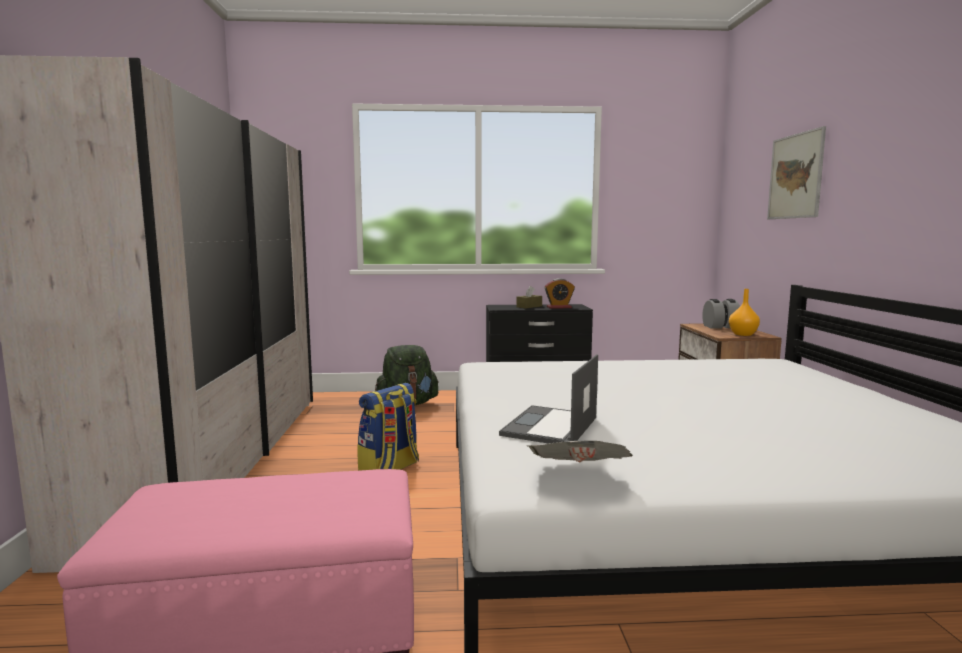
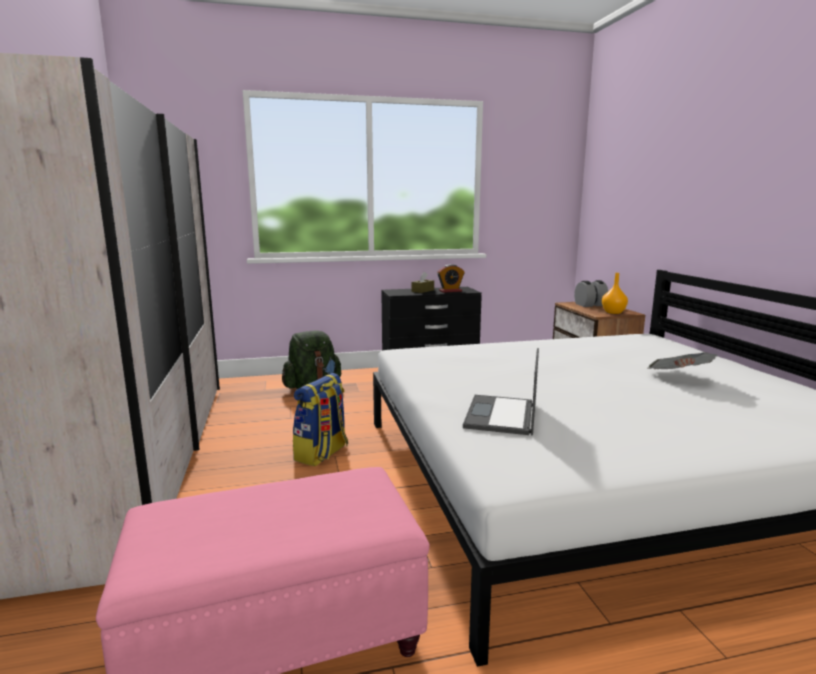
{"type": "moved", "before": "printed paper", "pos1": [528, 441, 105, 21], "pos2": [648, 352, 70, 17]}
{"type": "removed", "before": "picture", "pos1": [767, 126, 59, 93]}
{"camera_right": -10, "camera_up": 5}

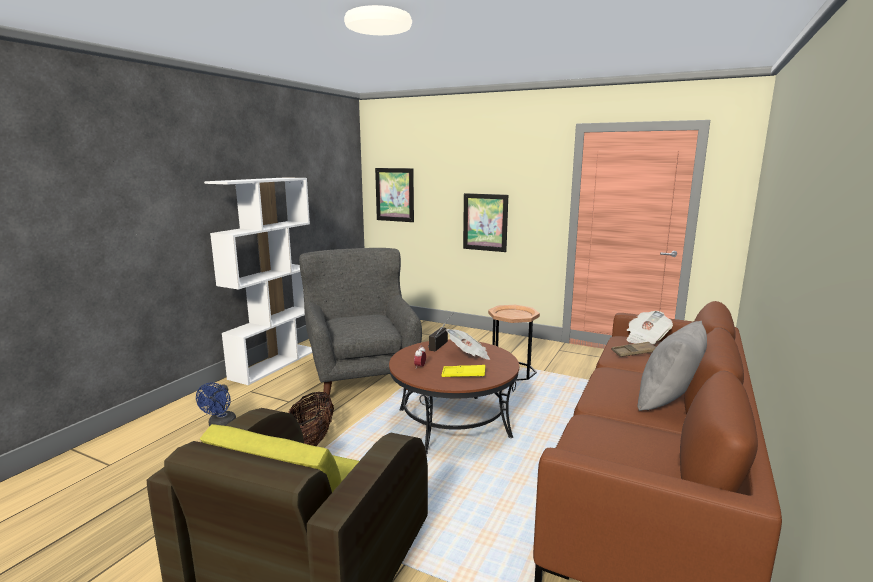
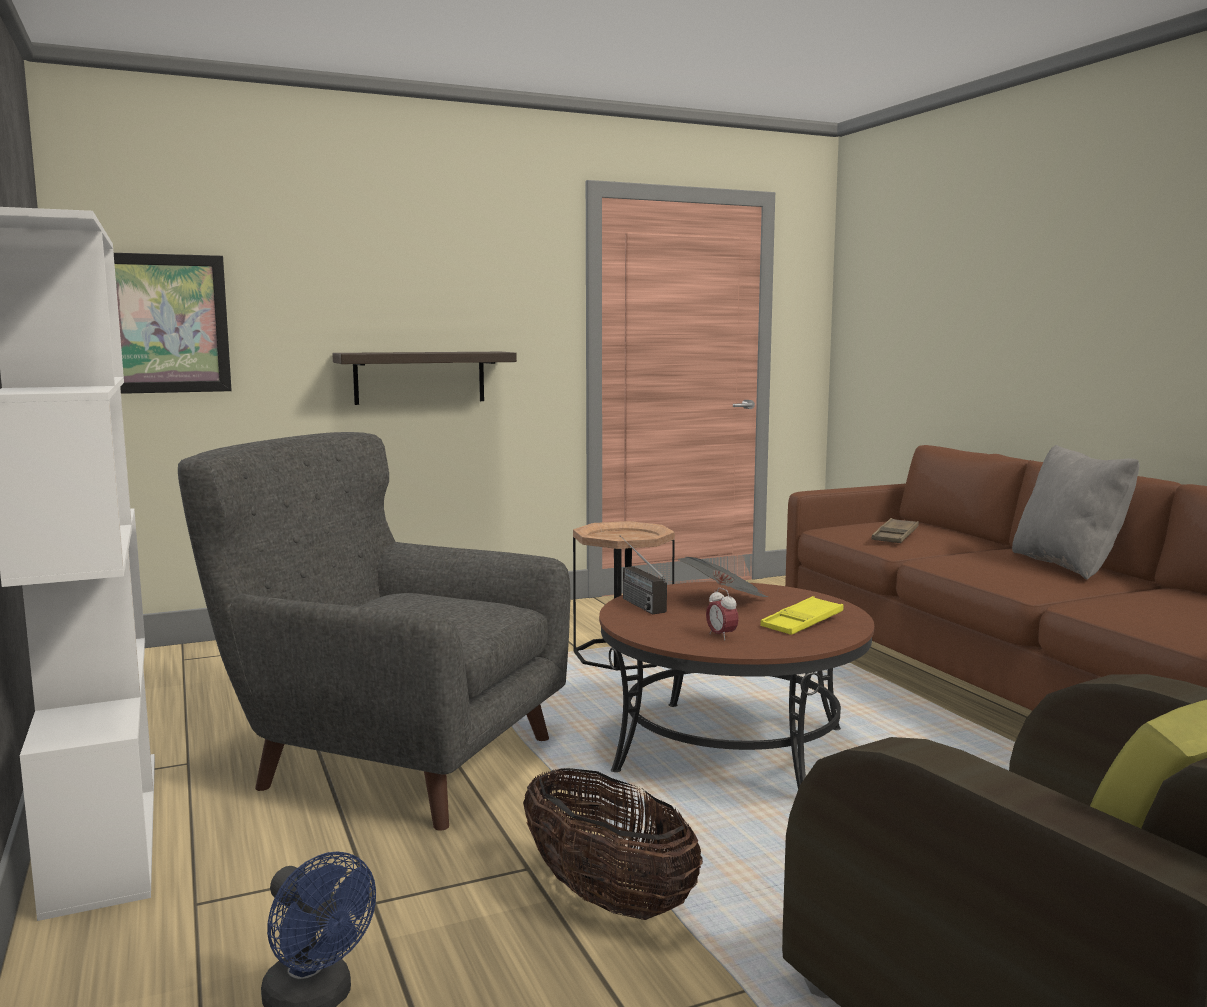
{"type": "replaced", "before": "picture", "after": "wall shelf", "pos1": [463, 193, 45, 59], "pos2": [332, 352, 185, 53]}
{"type": "removed", "before": "printed paper", "pos1": [627, 311, 46, 33]}
{"camera_right": -50, "camera_up": -5}

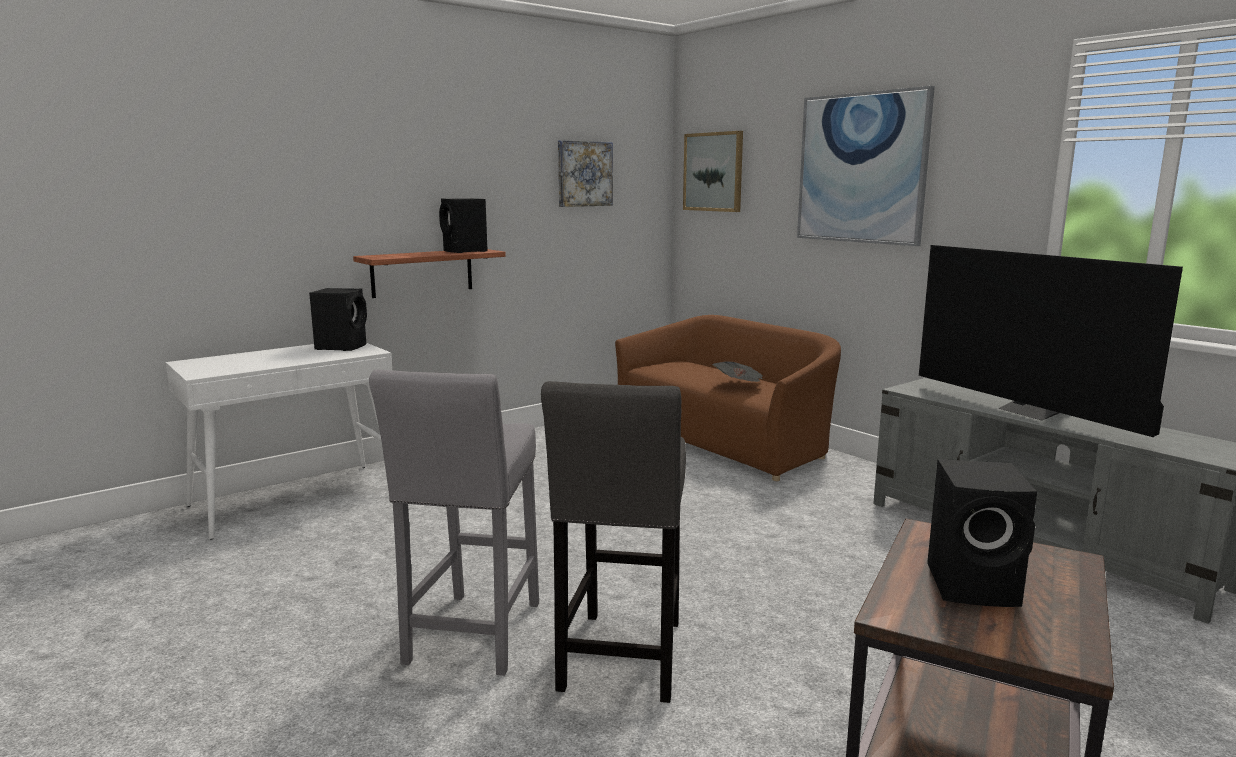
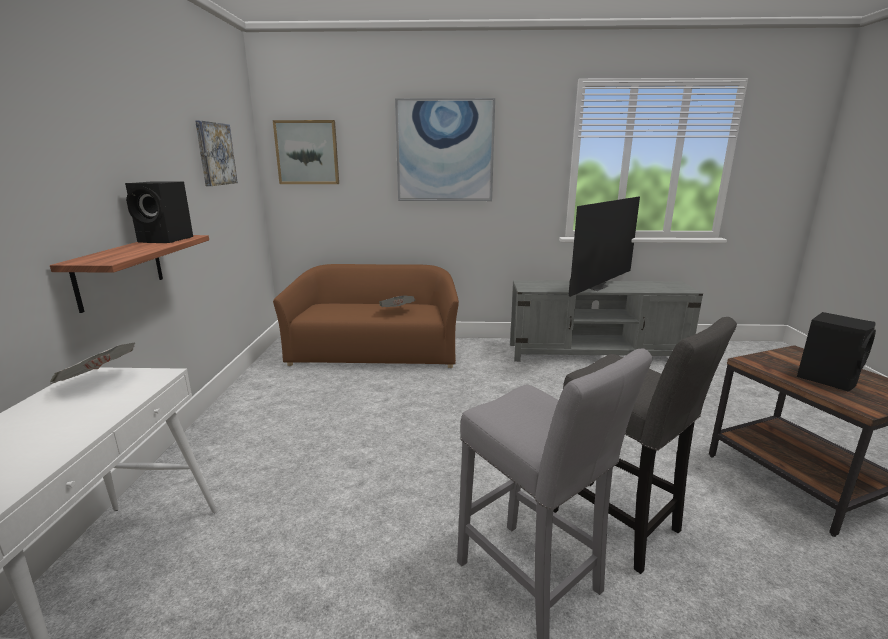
{"type": "replaced", "before": "speaker (blackish)", "after": "printed paper", "pos1": [309, 288, 58, 63], "pos2": [50, 343, 85, 41]}
{"type": "turned", "before": "TV", "pos1": [919, 245, 264, 192], "pos2": [569, 196, 71, 101], "turn": -60}
{"camera_right": -50, "camera_up": 5}

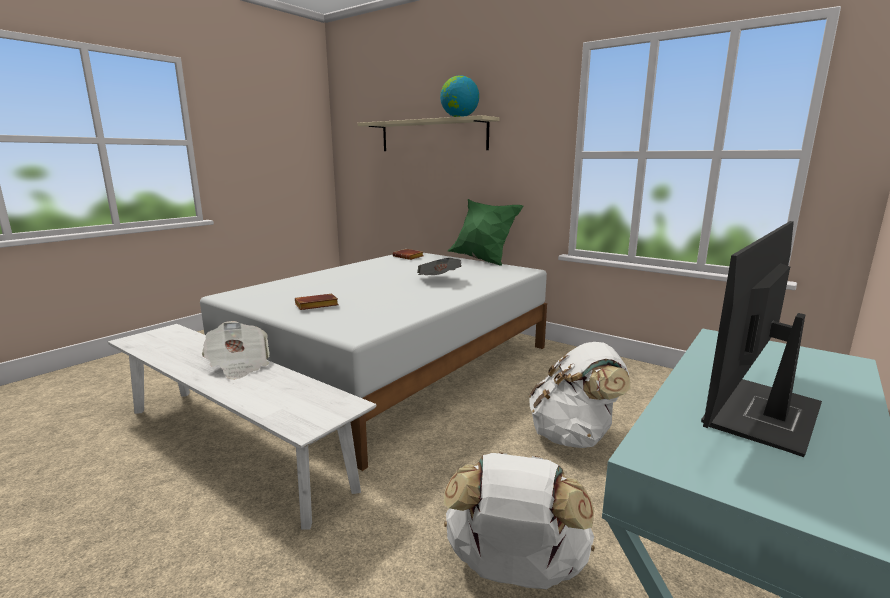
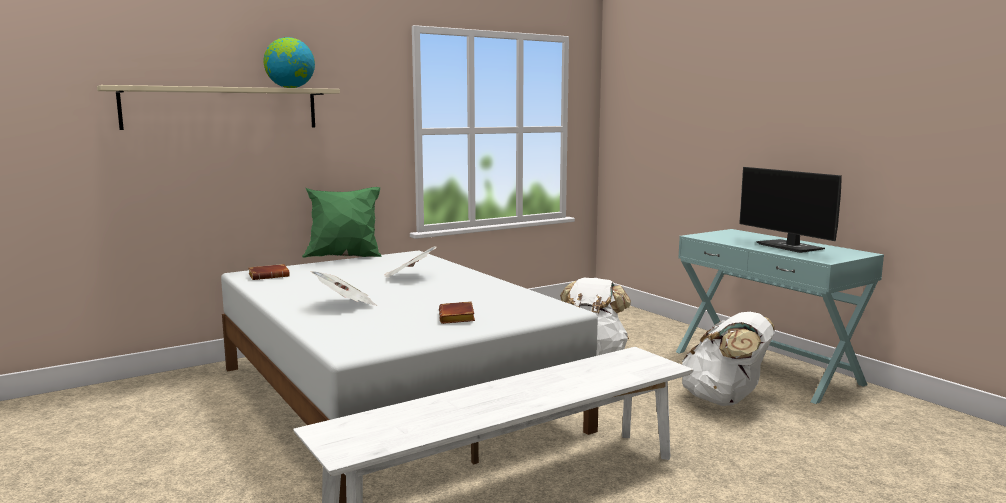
{"type": "moved", "before": "printed paper", "pos1": [202, 321, 67, 59], "pos2": [310, 271, 68, 35]}
{"camera_right": -70, "camera_up": -5}

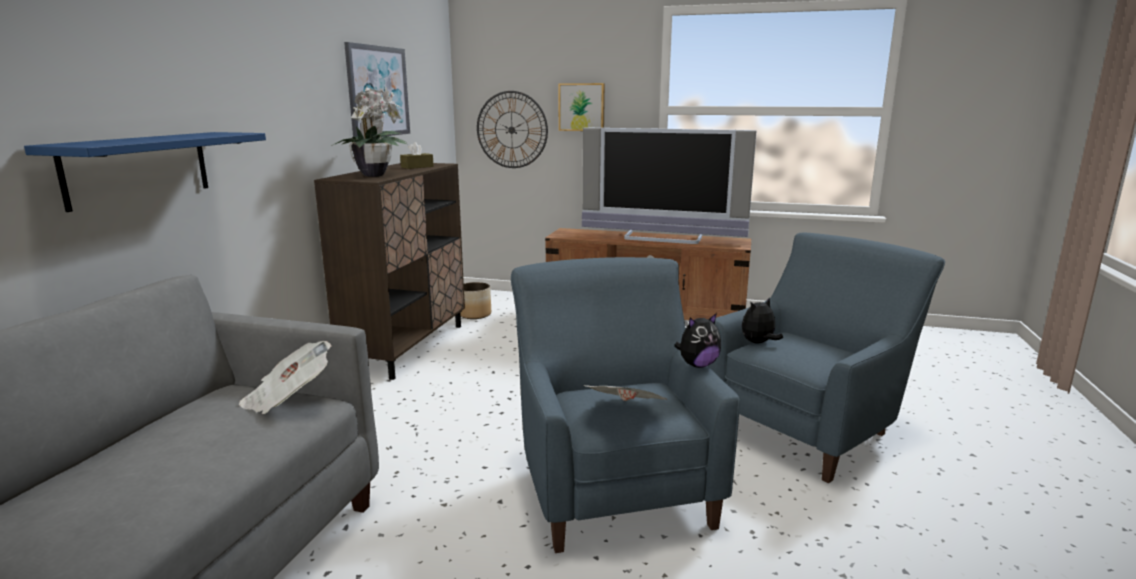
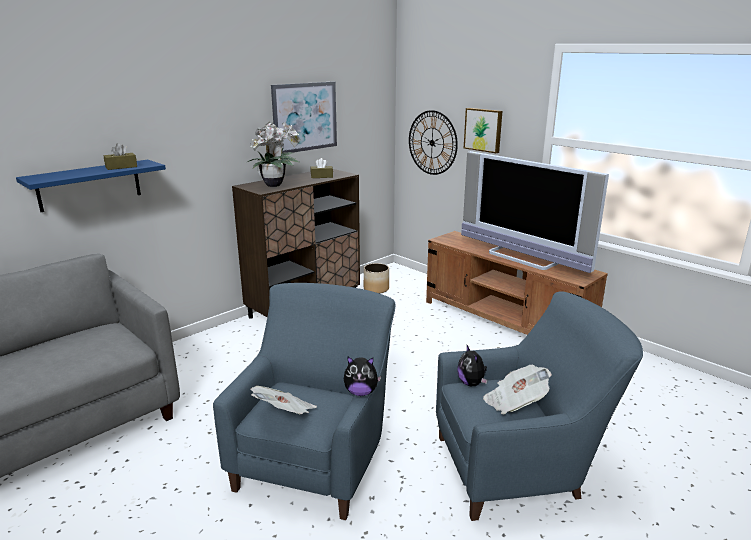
{"type": "moved", "before": "printed paper", "pos1": [239, 341, 93, 73], "pos2": [483, 365, 69, 50]}
{"type": "turned", "before": "cuddly toy", "pos1": [742, 298, 41, 45], "pos2": [457, 345, 31, 41], "turn": -105}
{"type": "added", "after": "tissue holder (brownish)", "pos2": [104, 143, 33, 27]}
{"camera_right": 30, "camera_up": 5}

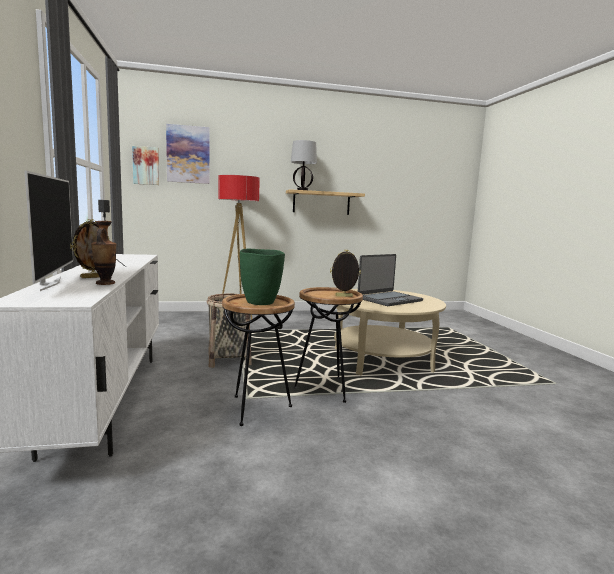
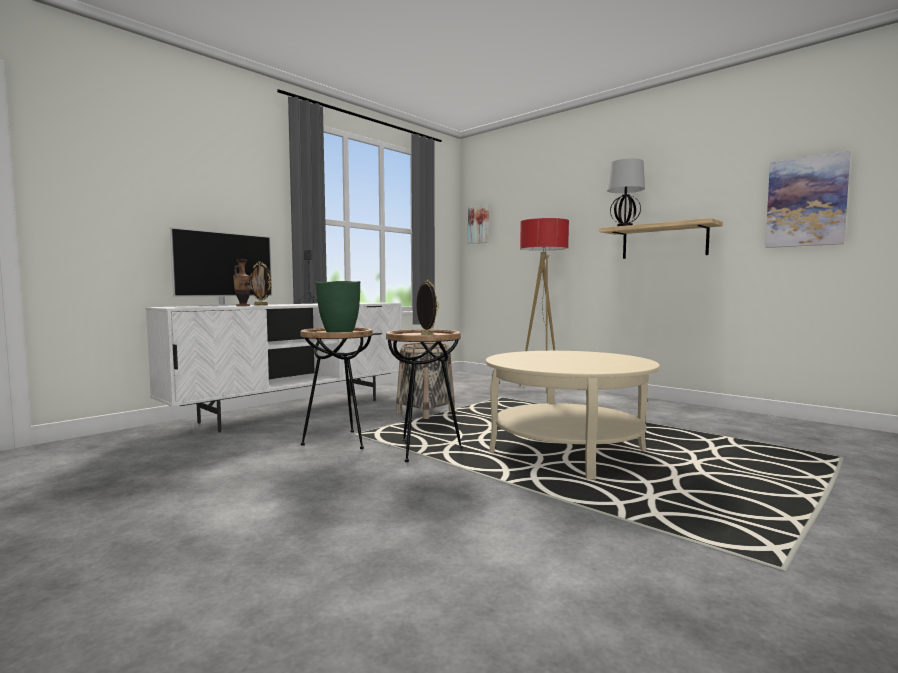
{"type": "moved", "before": "picture", "pos1": [166, 124, 44, 60], "pos2": [765, 151, 85, 97]}
{"type": "removed", "before": "portable computer", "pos1": [358, 254, 65, 52]}
{"camera_right": 55, "camera_up": -5}

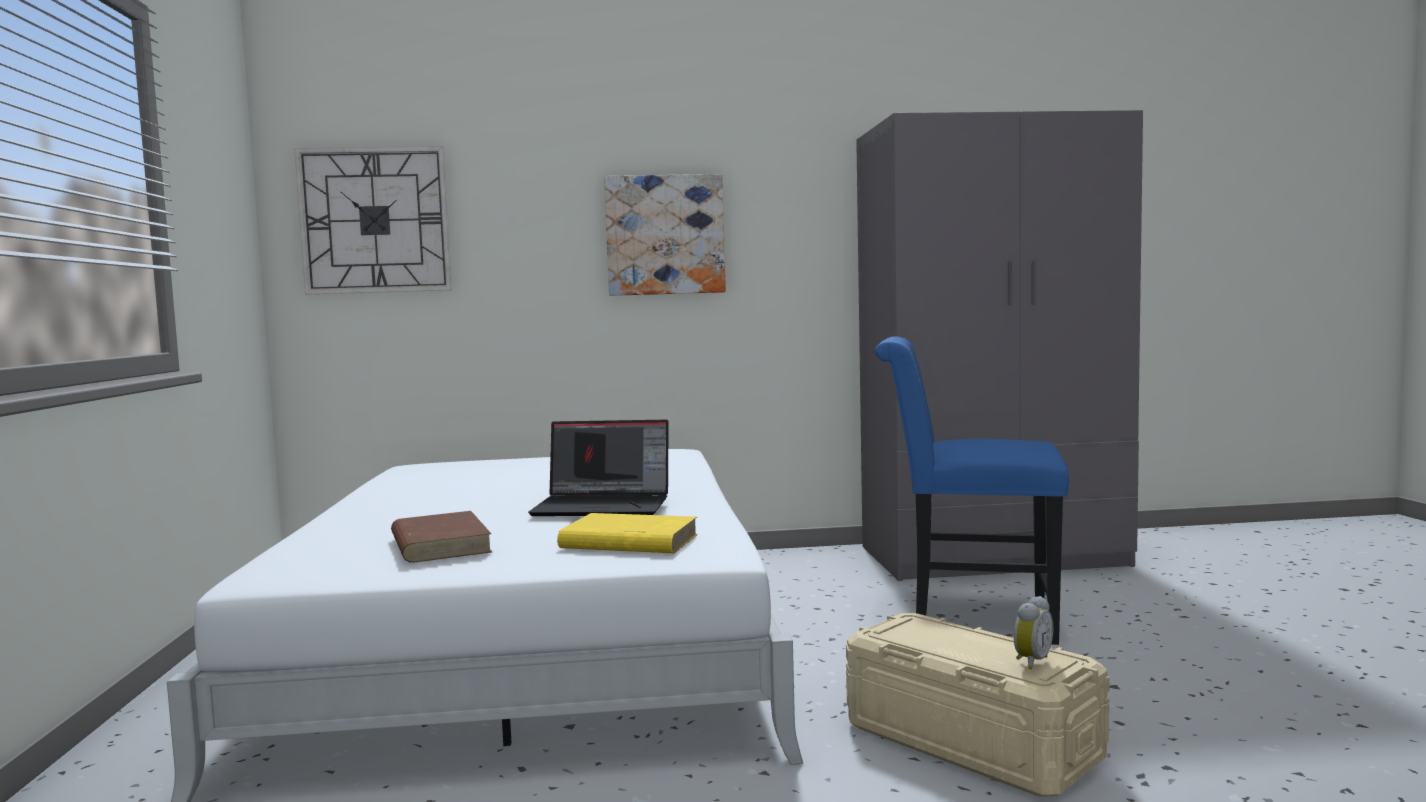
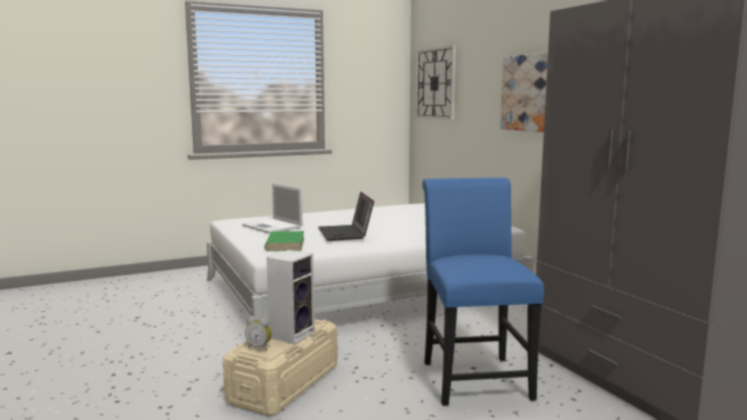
{"type": "replaced", "before": "volume (brownish)", "after": "portable computer", "pos1": [391, 511, 101, 52], "pos2": [242, 183, 61, 51]}
{"type": "recoloured", "before": "volume (yellow)", "after": "volume (green)", "pos1": [557, 513, 141, 40], "pos2": [264, 231, 40, 20]}
{"type": "added", "after": "speaker", "pos2": [266, 250, 49, 94]}
{"camera_right": 70, "camera_up": 5}

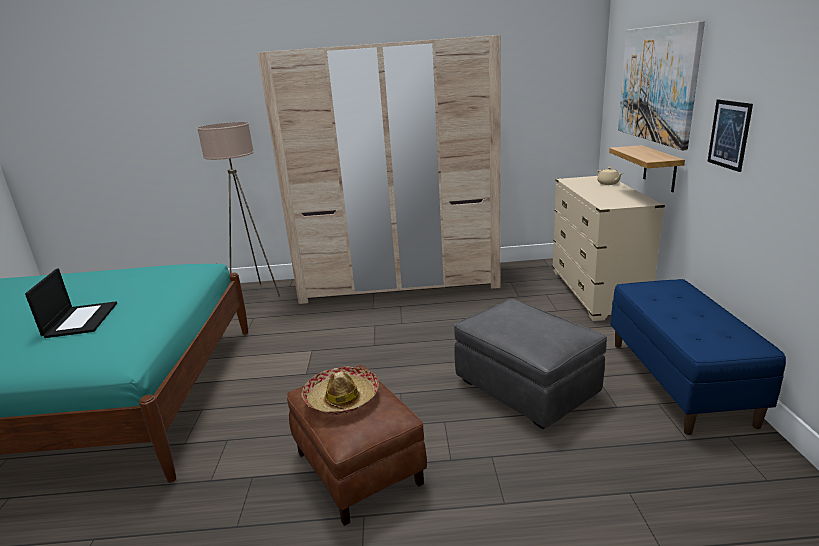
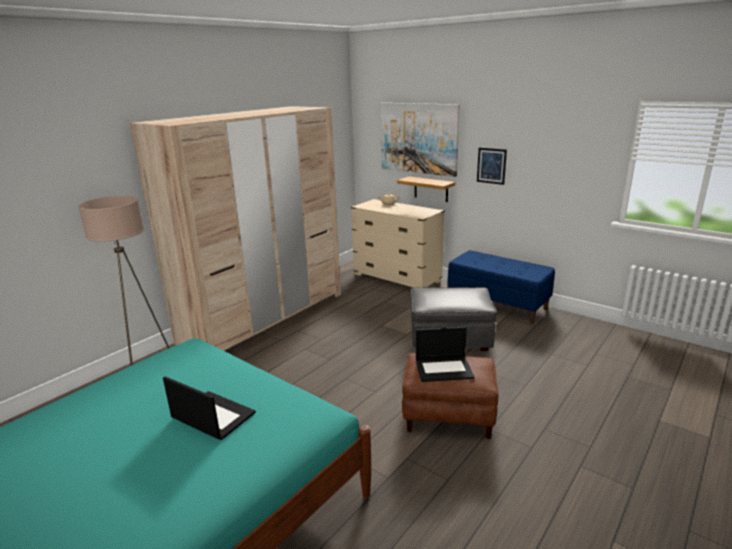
{"type": "replaced", "before": "clothing hat", "after": "portable computer", "pos1": [302, 366, 77, 49], "pos2": [416, 326, 58, 56]}
{"camera_right": -50, "camera_up": 0}

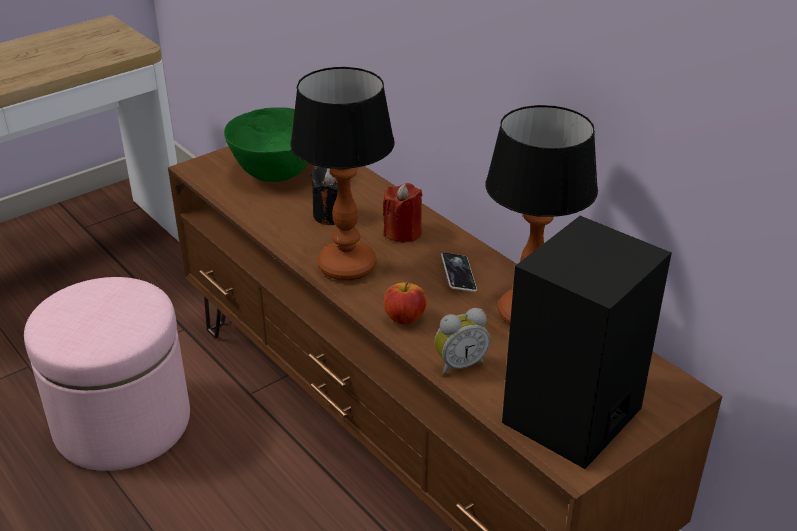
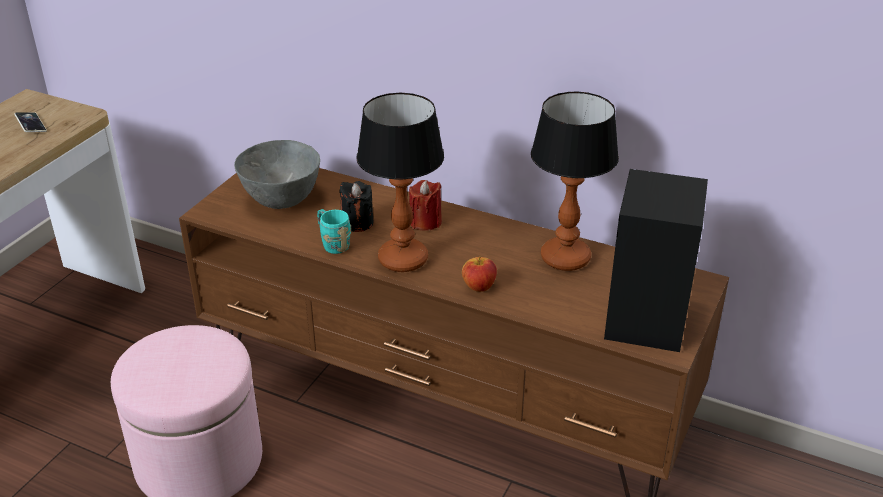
{"type": "recoloured", "before": "bowl (green)", "after": "bowl (gray)", "pos1": [224, 107, 84, 75], "pos2": [234, 140, 86, 69]}
{"type": "removed", "before": "bedside clock", "pos1": [434, 308, 57, 68]}
{"type": "moved", "before": "telephone", "pos1": [441, 253, 36, 39], "pos2": [14, 112, 33, 20]}
{"type": "added", "after": "mug (turquoise)", "pos2": [317, 209, 34, 45]}
{"camera_right": -25, "camera_up": 0}

